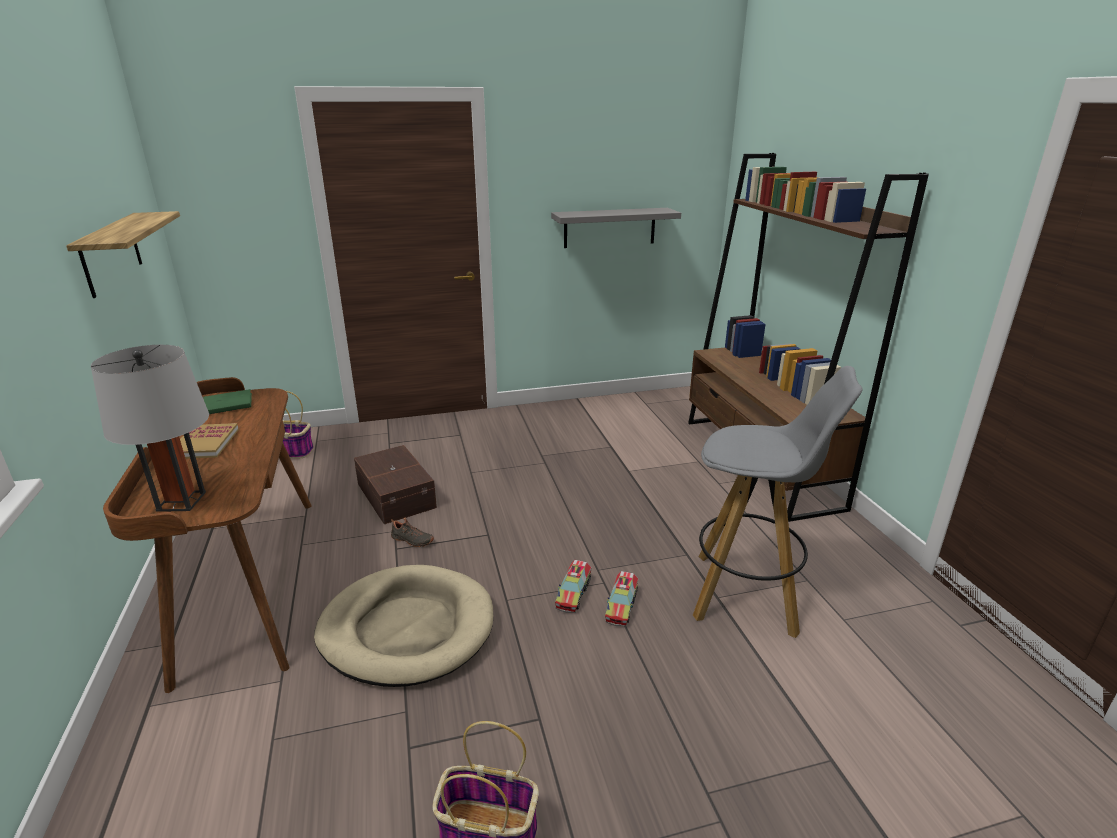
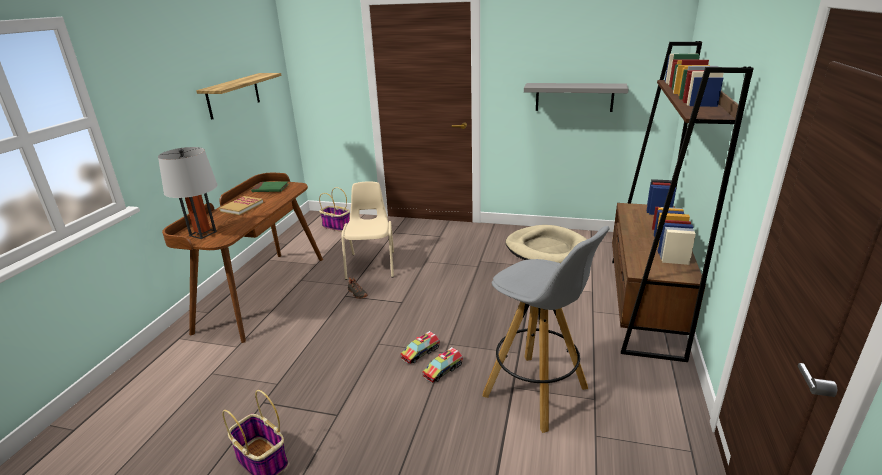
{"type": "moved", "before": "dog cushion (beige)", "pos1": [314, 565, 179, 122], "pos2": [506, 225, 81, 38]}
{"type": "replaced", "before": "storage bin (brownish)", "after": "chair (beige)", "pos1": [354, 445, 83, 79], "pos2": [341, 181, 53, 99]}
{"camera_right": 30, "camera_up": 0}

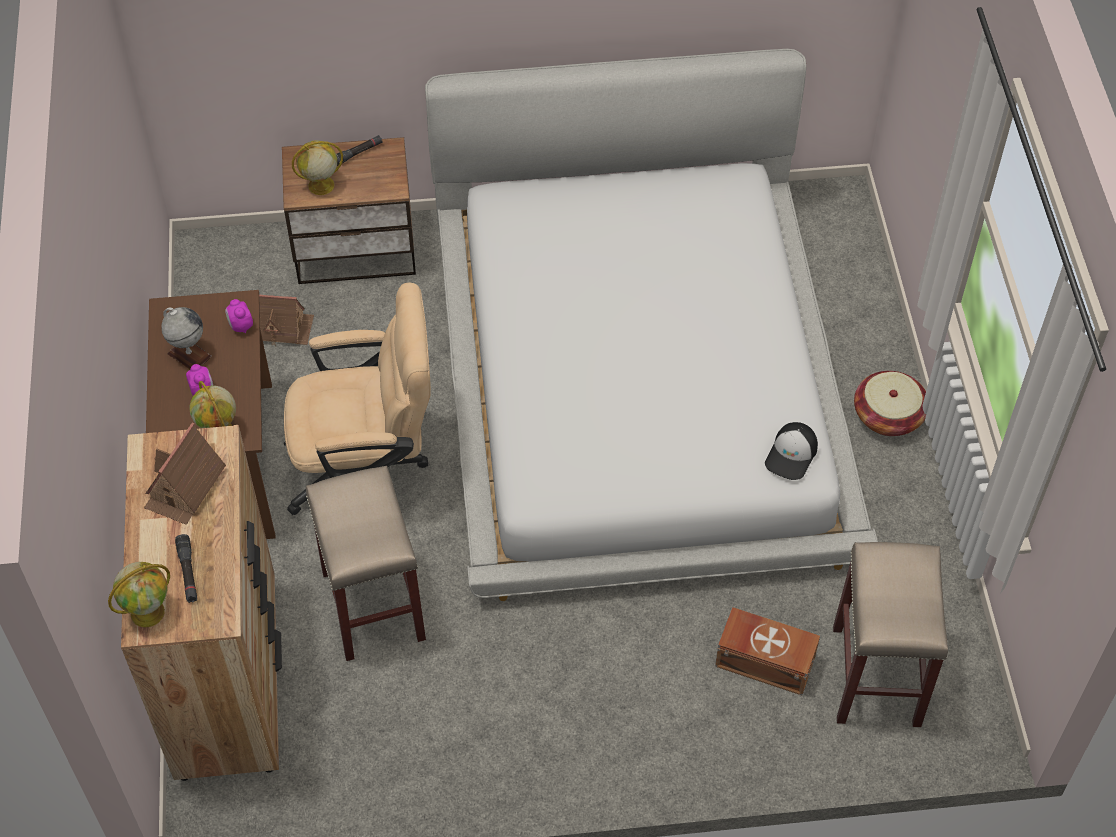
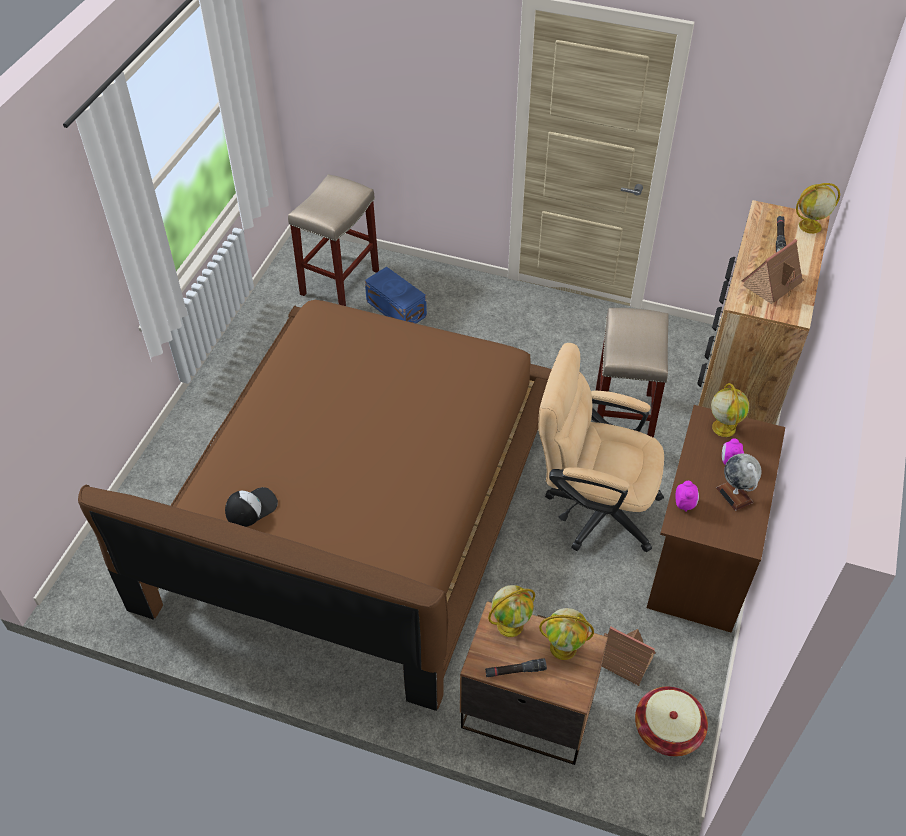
{"type": "recoloured", "before": "bedroom bed (white-coloured)", "after": "bedroom bed (brownish)", "pos1": [425, 49, 453, 552], "pos2": [78, 300, 474, 411]}
{"type": "recoloured", "before": "storage bin (brownish)", "after": "storage bin (bluish)", "pos1": [715, 607, 105, 88], "pos2": [365, 267, 62, 56]}
{"type": "moved", "before": "baseball cap", "pos1": [765, 422, 53, 58], "pos2": [225, 487, 53, 40]}
{"type": "moved", "before": "household basket", "pos1": [854, 371, 72, 65], "pos2": [635, 687, 73, 69]}
{"type": "added", "after": "globe", "pos2": [488, 585, 47, 52]}
{"camera_right": -155, "camera_up": -5}

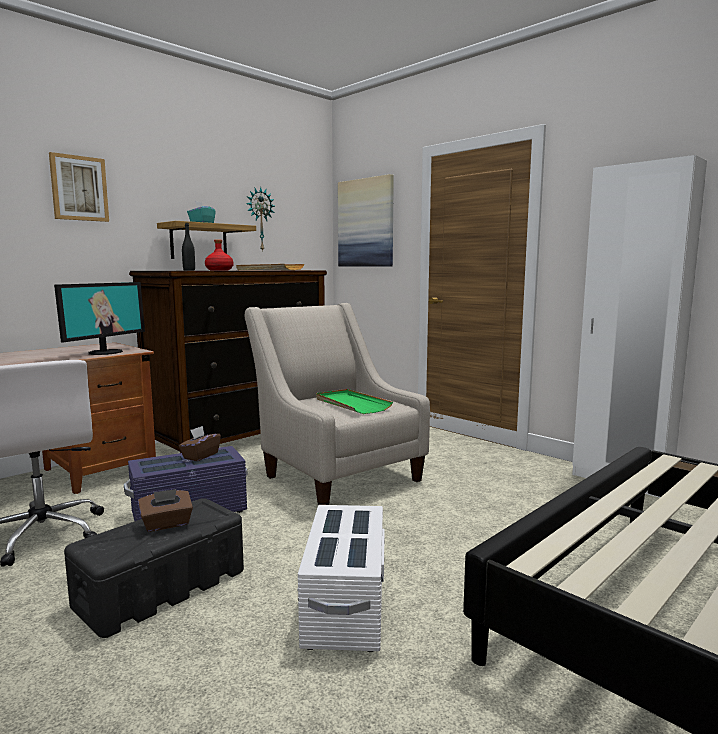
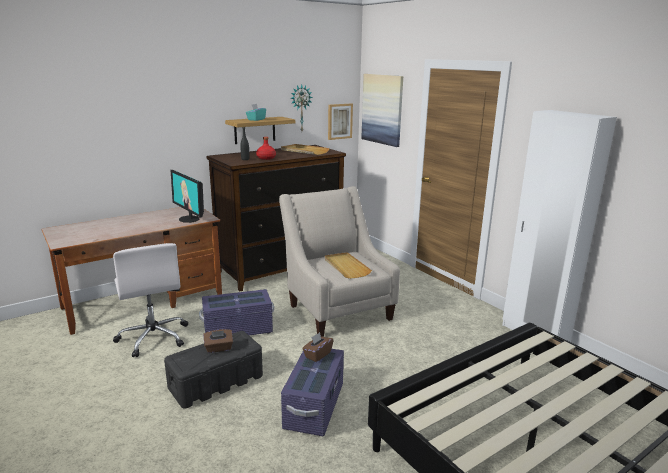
{"type": "moved", "before": "picture", "pos1": [49, 152, 60, 70], "pos2": [328, 104, 25, 36]}
{"type": "turned", "before": "computer display", "pos1": [54, 282, 91, 73], "pos2": [171, 170, 33, 53], "turn": 105}
{"type": "moved", "before": "tissue holder (brownish)", "pos1": [179, 426, 42, 35], "pos2": [302, 332, 32, 30]}
{"type": "recoloured", "before": "storage bin (white-coloured)", "after": "storage bin (purple-coloured)", "pos1": [297, 505, 88, 147], "pos2": [281, 349, 63, 87]}
{"type": "recoloured", "before": "carrying tray (green)", "after": "carrying tray (beige)", "pos1": [316, 389, 77, 25], "pos2": [325, 252, 47, 27]}
{"camera_right": 10, "camera_up": 10}

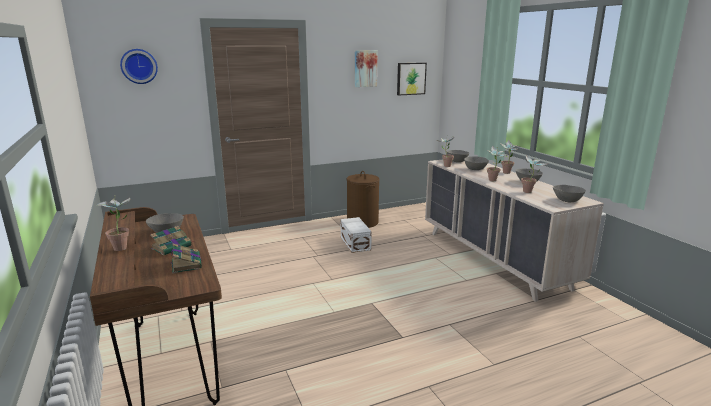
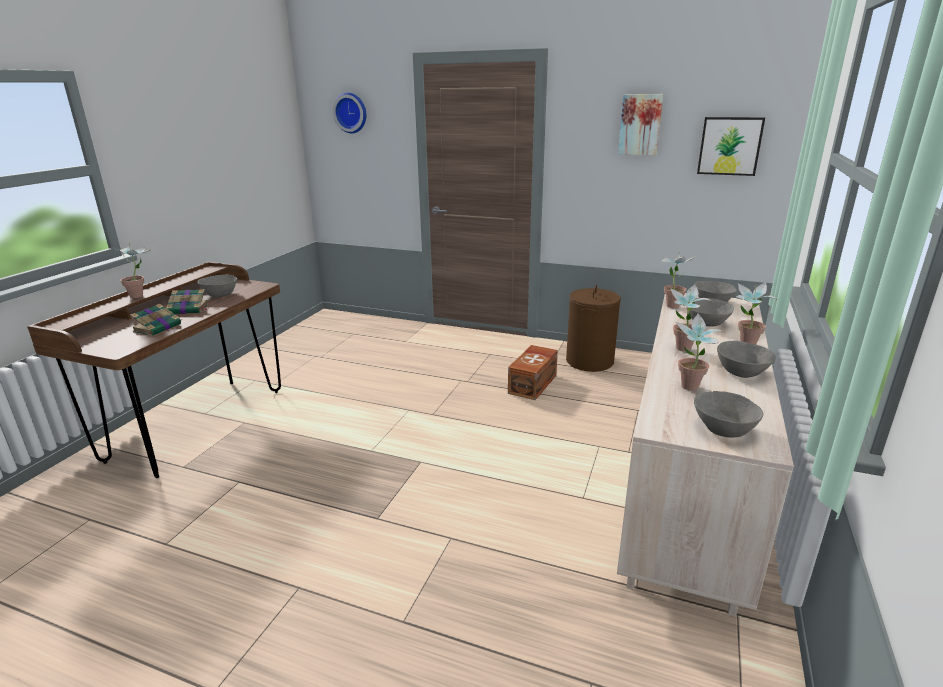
{"type": "recoloured", "before": "storage bin (white-coloured)", "after": "storage bin (brownish)", "pos1": [341, 217, 31, 36], "pos2": [508, 345, 50, 55]}
{"camera_right": 45, "camera_up": 5}

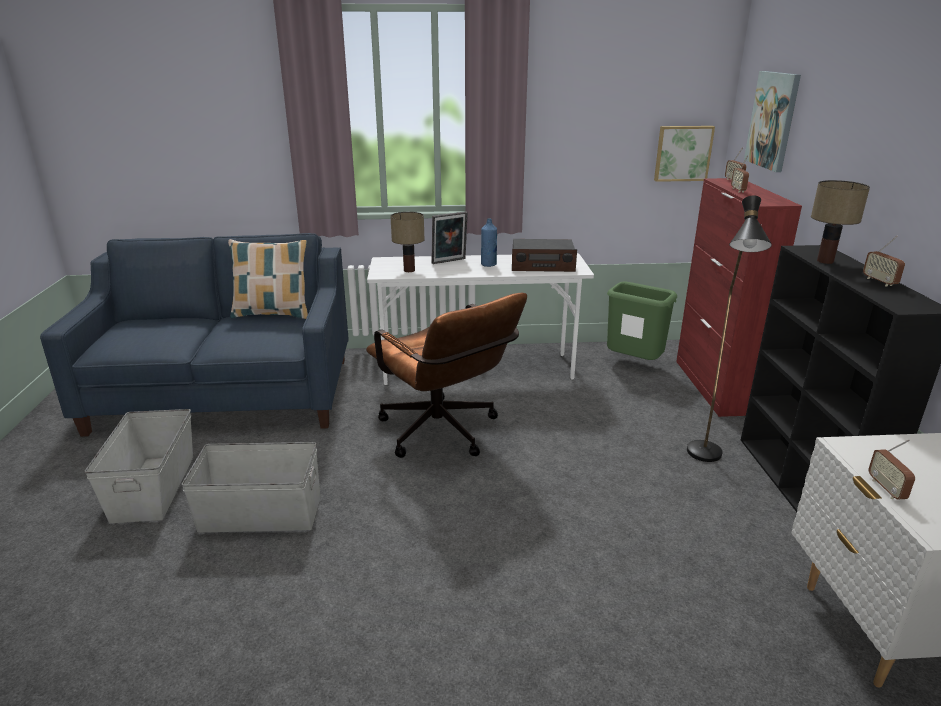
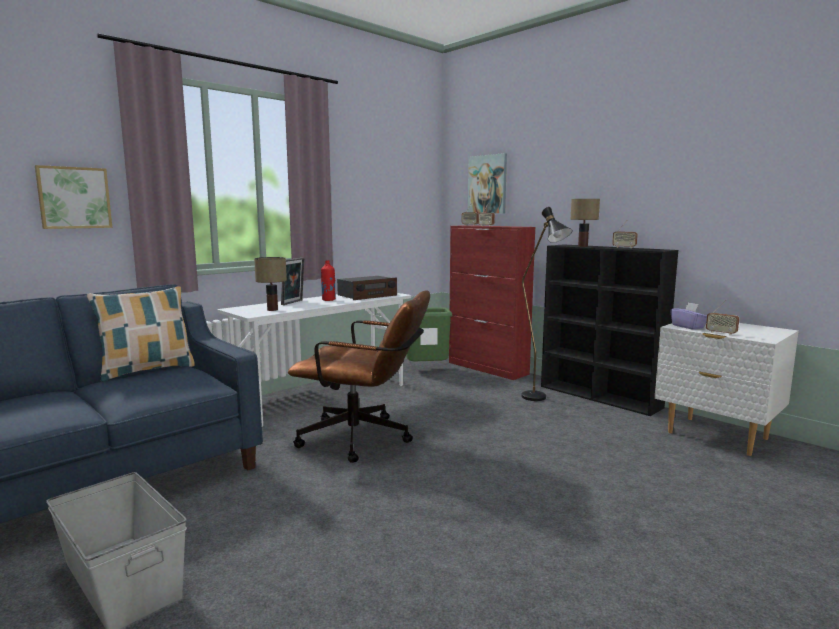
{"type": "removed", "before": "storage bin (gray)", "pos1": [181, 442, 140, 90]}
{"type": "recoloured", "before": "beverage bottle (bluish)", "after": "beverage bottle (red)", "pos1": [481, 218, 16, 49], "pos2": [321, 260, 15, 41]}
{"type": "moved", "before": "picture", "pos1": [654, 126, 61, 56], "pos2": [35, 165, 77, 64]}
{"type": "added", "after": "tissue holder (purple-coloured)", "pos2": [670, 302, 37, 28]}
{"camera_right": -40, "camera_up": -15}

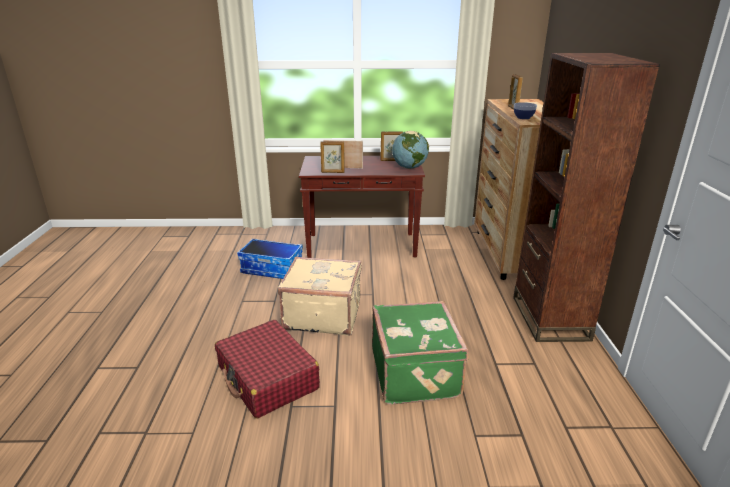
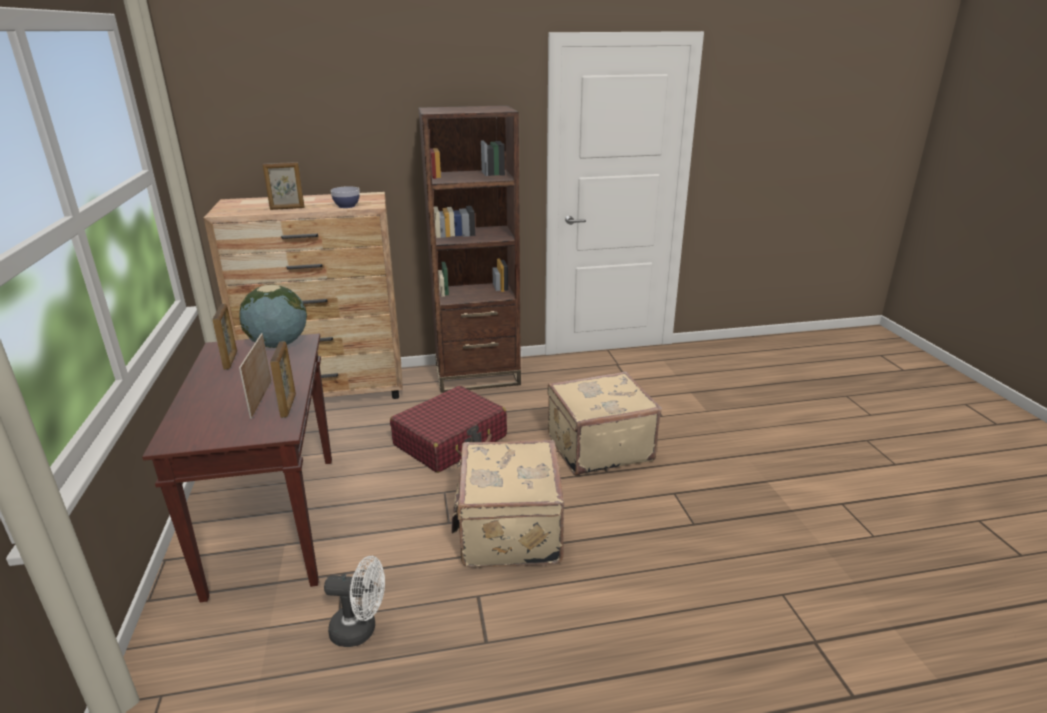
{"type": "moved", "before": "piece of luggage (red)", "pos1": [215, 320, 105, 99], "pos2": [390, 386, 117, 87]}
{"type": "replaced", "before": "storage bin", "after": "electric fan (white-coloured)", "pos1": [237, 238, 66, 41], "pos2": [324, 556, 61, 91]}
{"type": "recoloured", "before": "piece of luggage (green)", "after": "piece of luggage (beige)", "pos1": [372, 301, 97, 103], "pos2": [548, 371, 114, 105]}
{"camera_right": -100, "camera_up": 0}

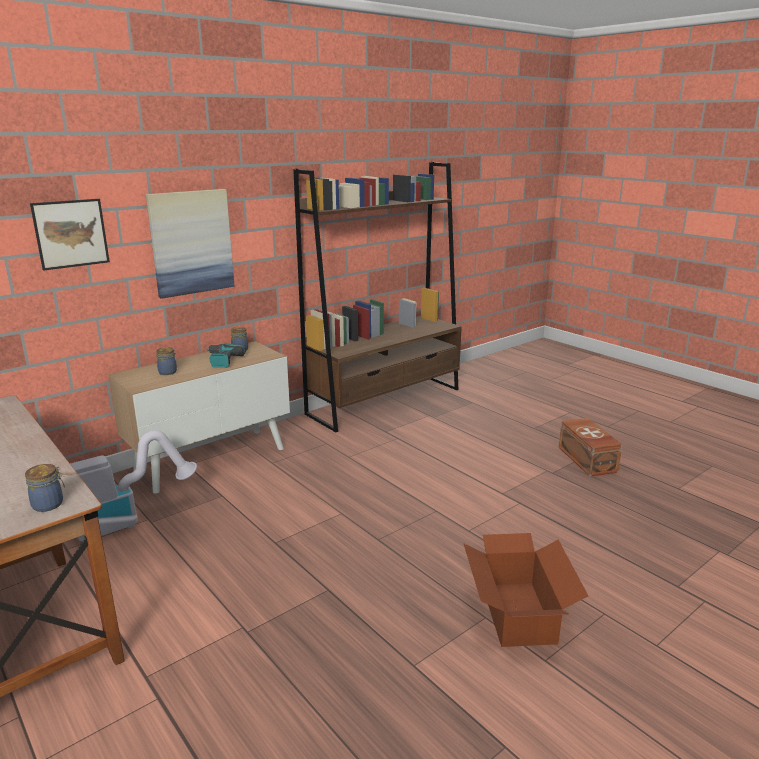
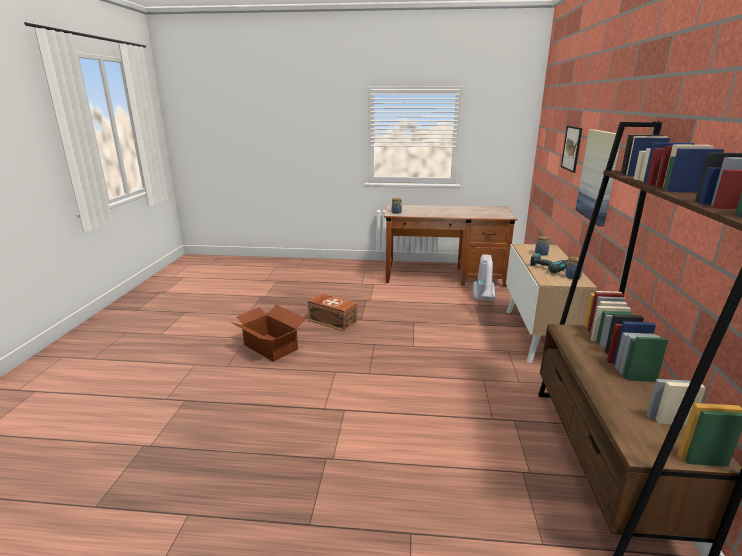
{"type": "moved", "before": "storage bin (brownish)", "pos1": [559, 418, 64, 59], "pos2": [307, 293, 50, 39]}
{"camera_right": 135, "camera_up": 0}

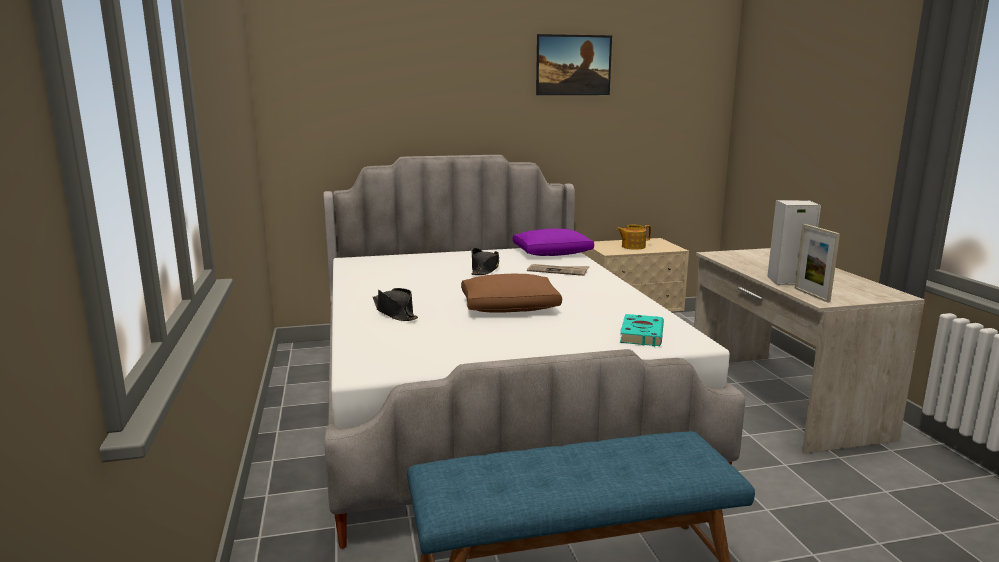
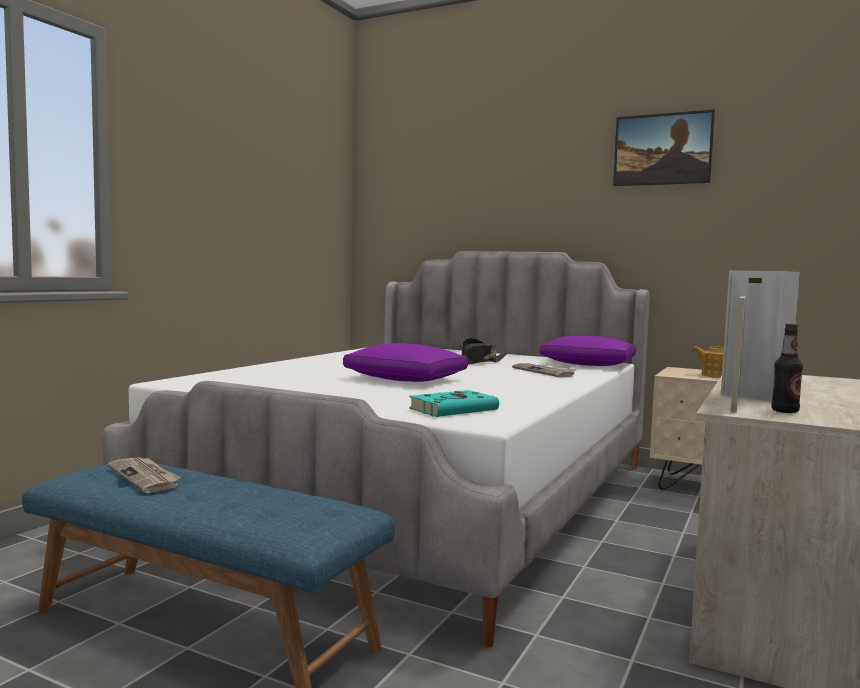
{"type": "removed", "before": "clothing hat (blackish)", "pos1": [373, 288, 45, 33]}
{"type": "recoloured", "before": "pillow (brownish)", "after": "pillow (purple-coloured)", "pos1": [461, 274, 101, 39], "pos2": [343, 343, 125, 39]}
{"type": "added", "after": "printed paper", "pos2": [108, 457, 73, 36]}
{"type": "added", "after": "beverage bottle", "pos2": [771, 324, 32, 89]}
{"camera_right": 40, "camera_up": -10}

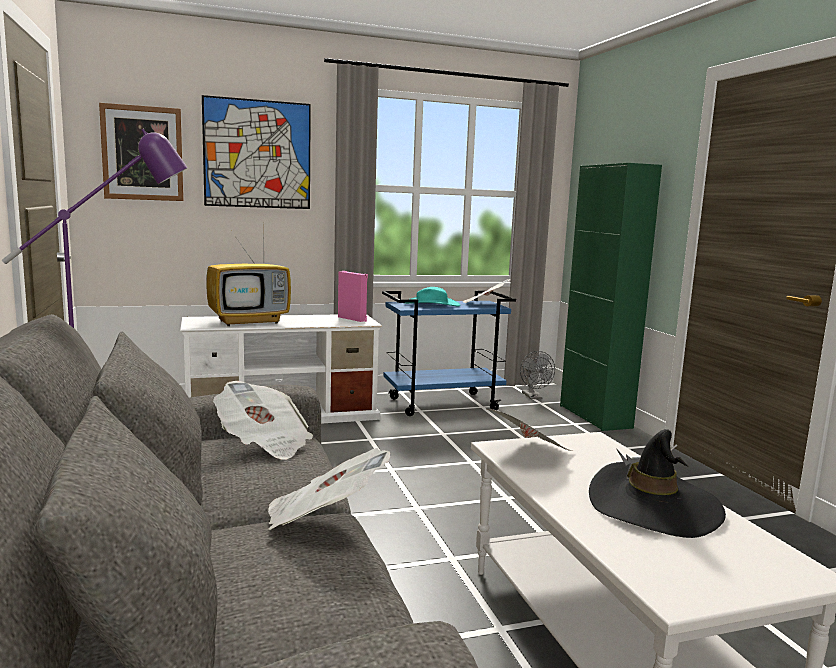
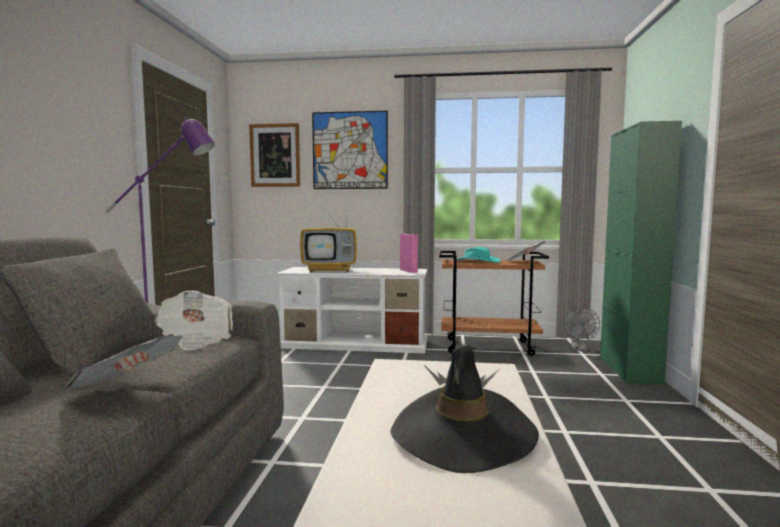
{"type": "recoloured", "before": "wheeled cart (bluish)", "after": "wheeled cart (brownish)", "pos1": [382, 291, 134, 125], "pos2": [439, 251, 110, 105]}
{"type": "removed", "before": "printed paper", "pos1": [487, 409, 86, 42]}
{"camera_right": 25, "camera_up": -5}

